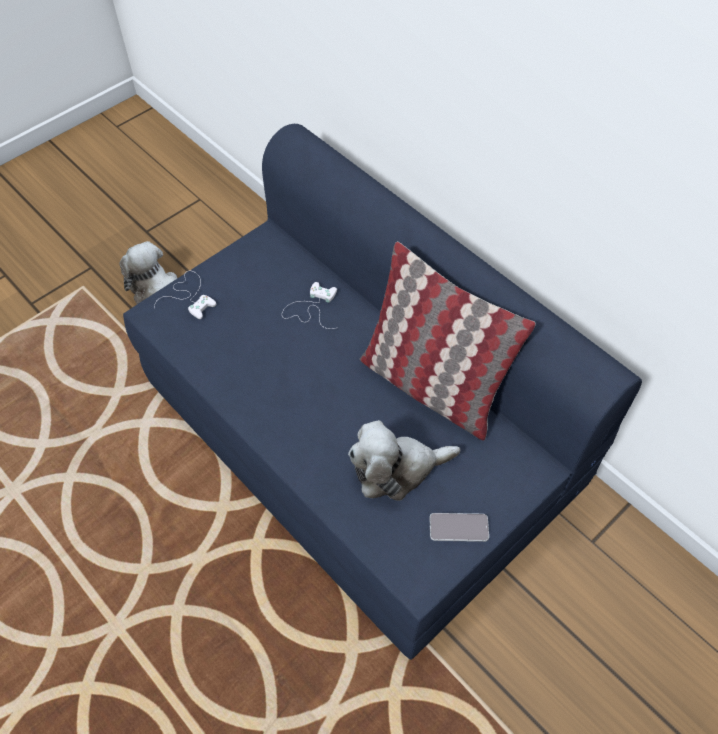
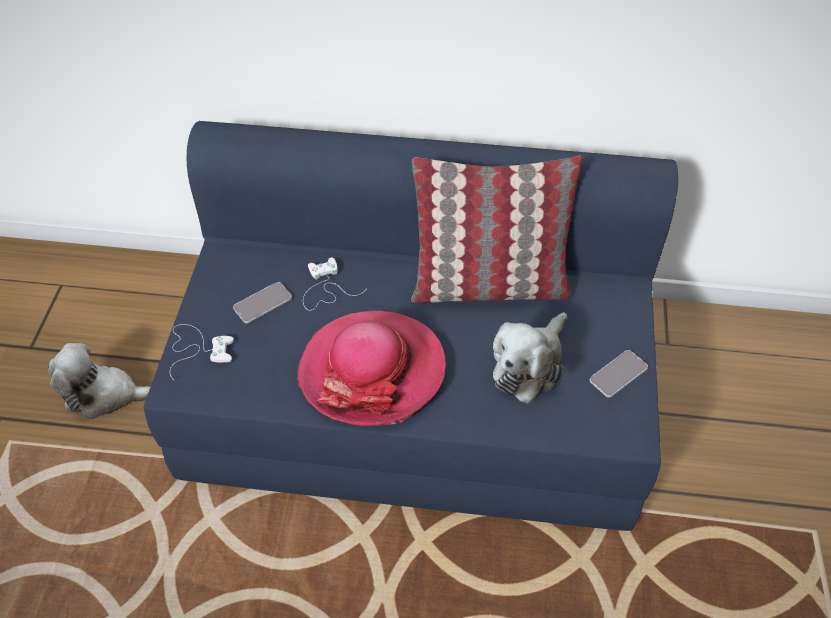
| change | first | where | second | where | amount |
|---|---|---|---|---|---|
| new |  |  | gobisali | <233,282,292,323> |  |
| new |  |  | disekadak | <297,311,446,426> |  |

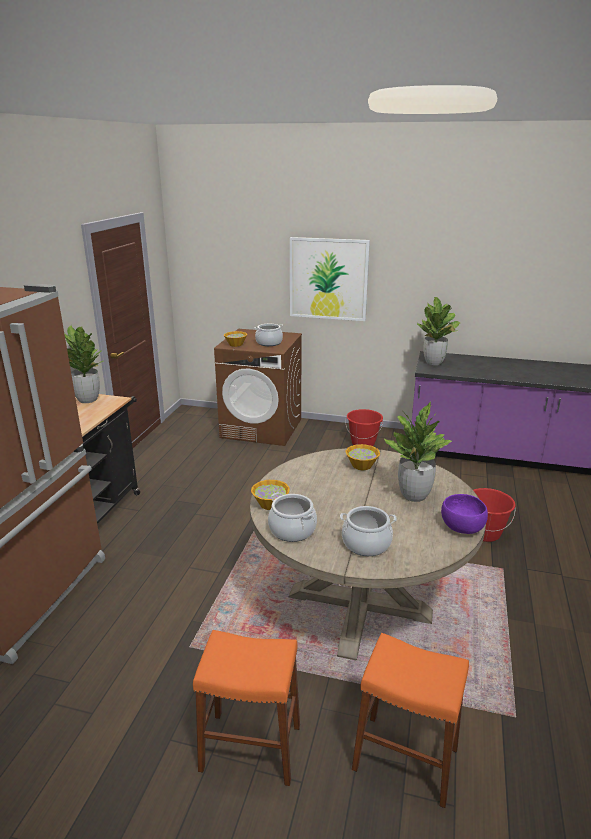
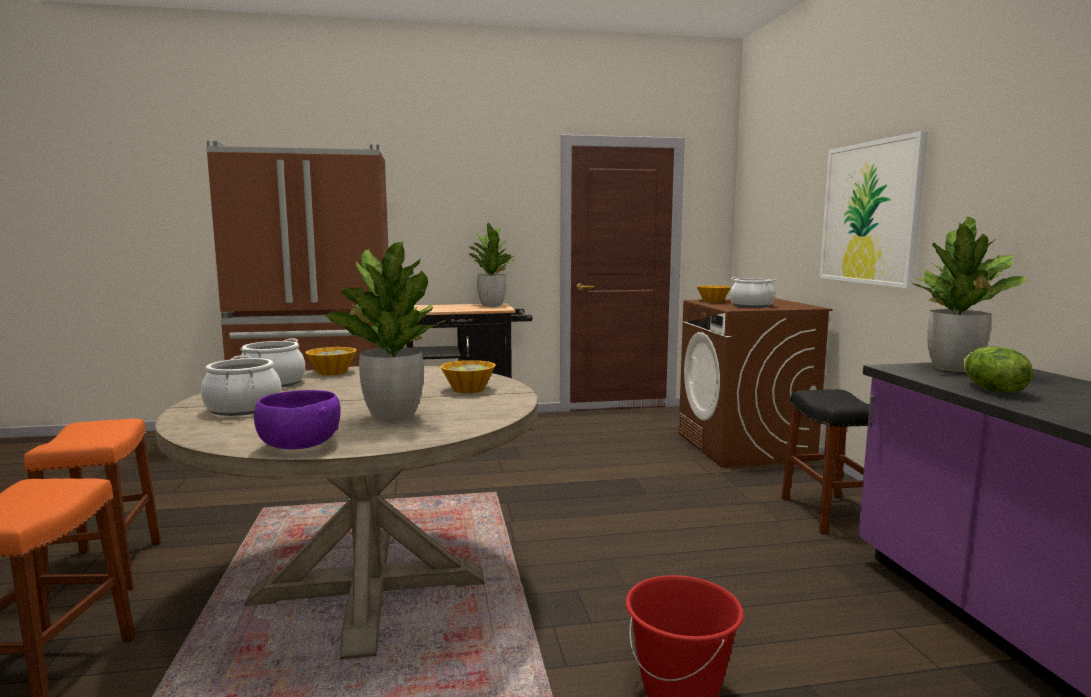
| change | first | where | second | where | amount |
|---|---|---|---|---|---|
| swapped | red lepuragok | <345,409,383,446> | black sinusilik | <781,389,870,534> |  |
| new |  |  | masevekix | <963,346,1033,393> |  |

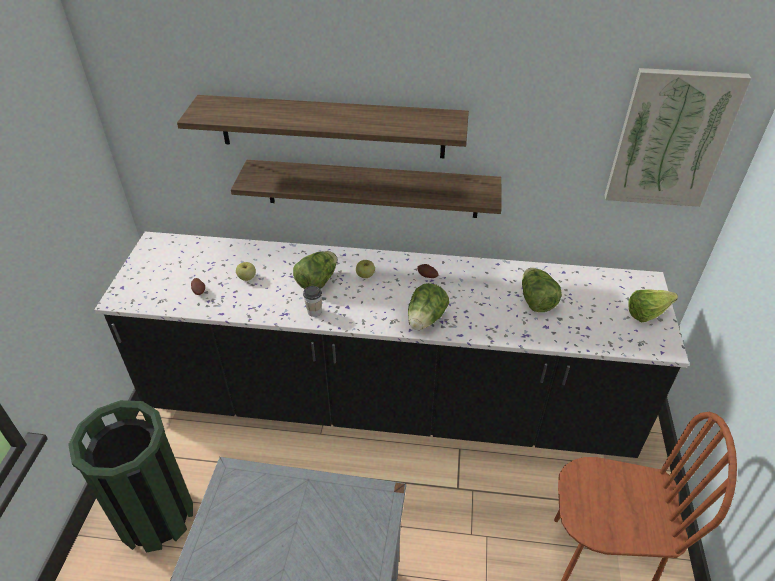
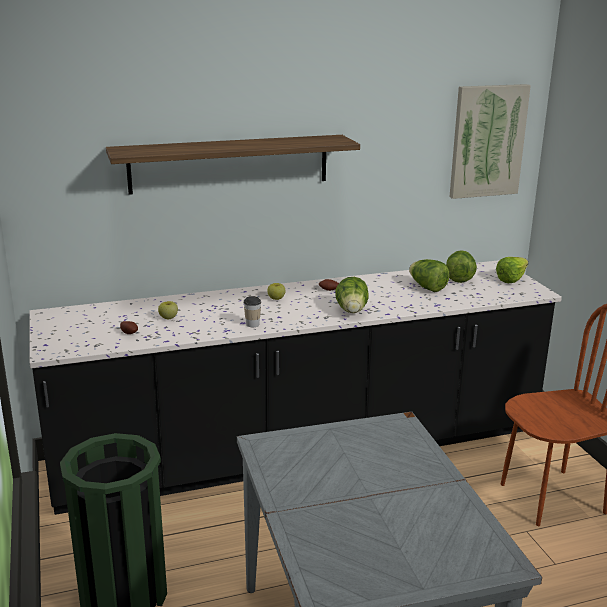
| change | first | where | second | where | amount |
|---|---|---|---|---|---|
| gone | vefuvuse | <231,160,502,218> |  |  |  |
| shifted | masevekix | <293,251,337,289> |  | <446,250,477,283> |  |

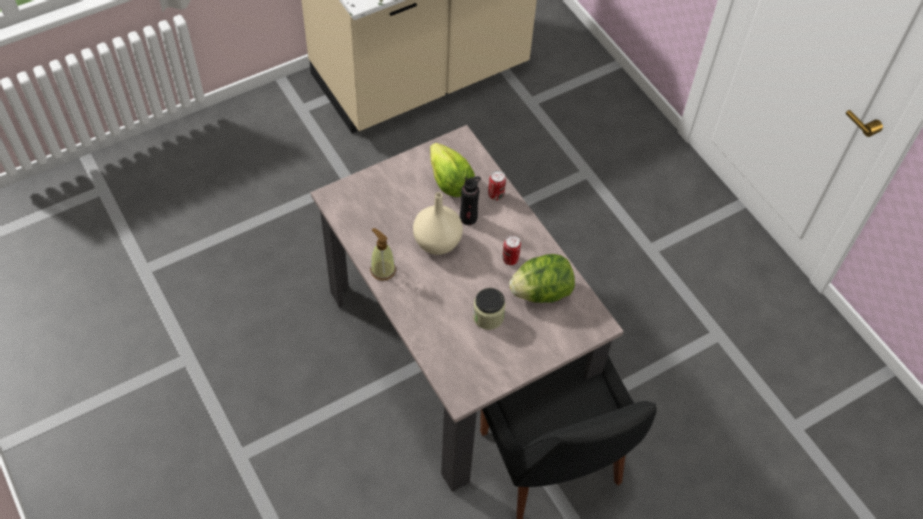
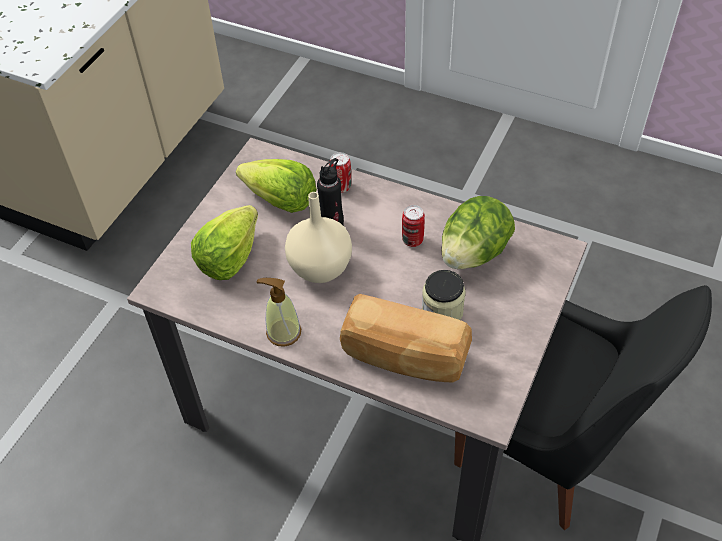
| change | first | where | second | where | amount |
|---|---|---|---|---|---|
| new |  |  | masevekix | <191,205,258,280> |  |
| new |  |  | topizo | <340,294,472,383> |  |

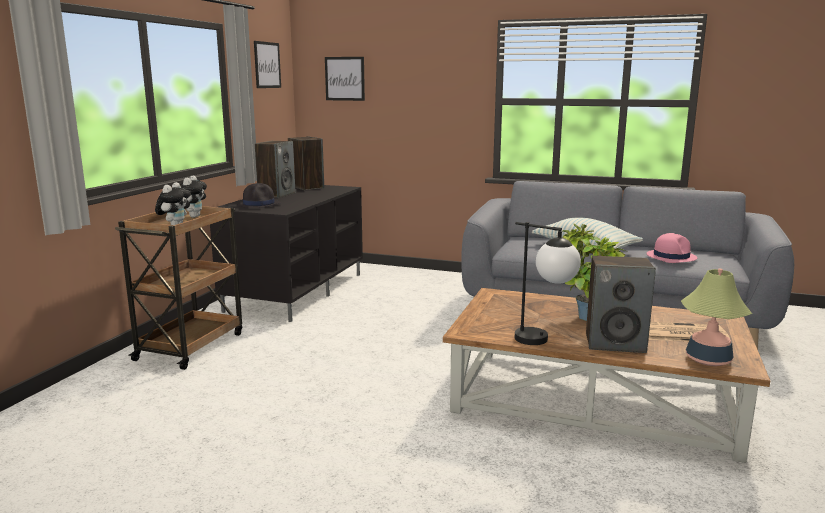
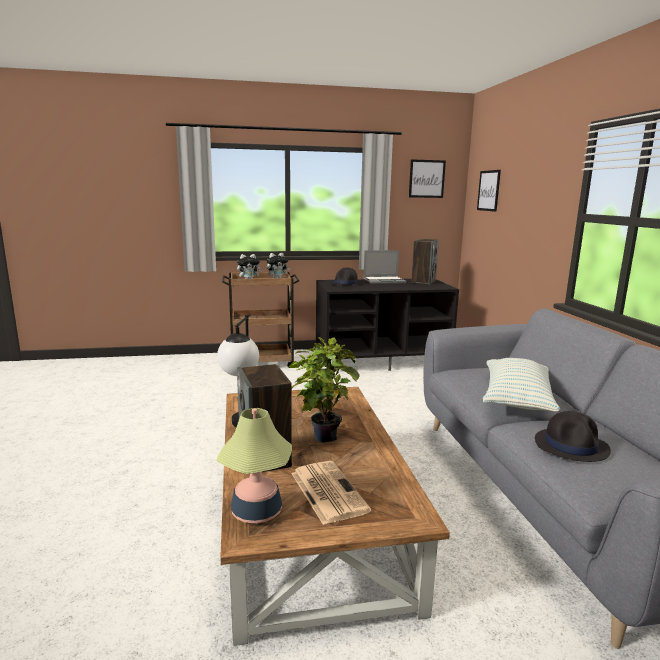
| change | first | where | second | where | amount |
|---|---|---|---|---|---|
| swapped | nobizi | <255,141,295,198> | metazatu | <363,250,407,284> |  |
| repainted | pink disekadak | <647,233,697,263> | black disekadak | <535,411,611,462> |  |

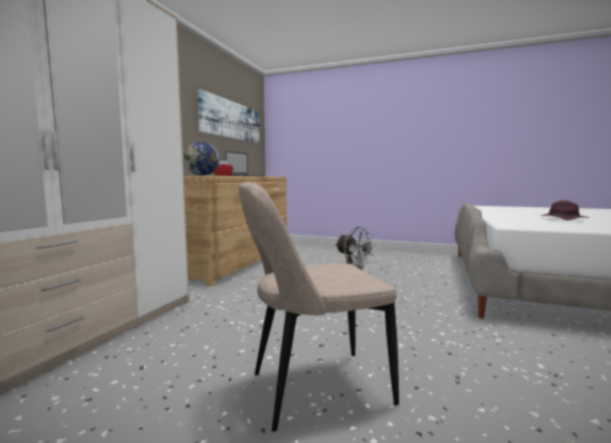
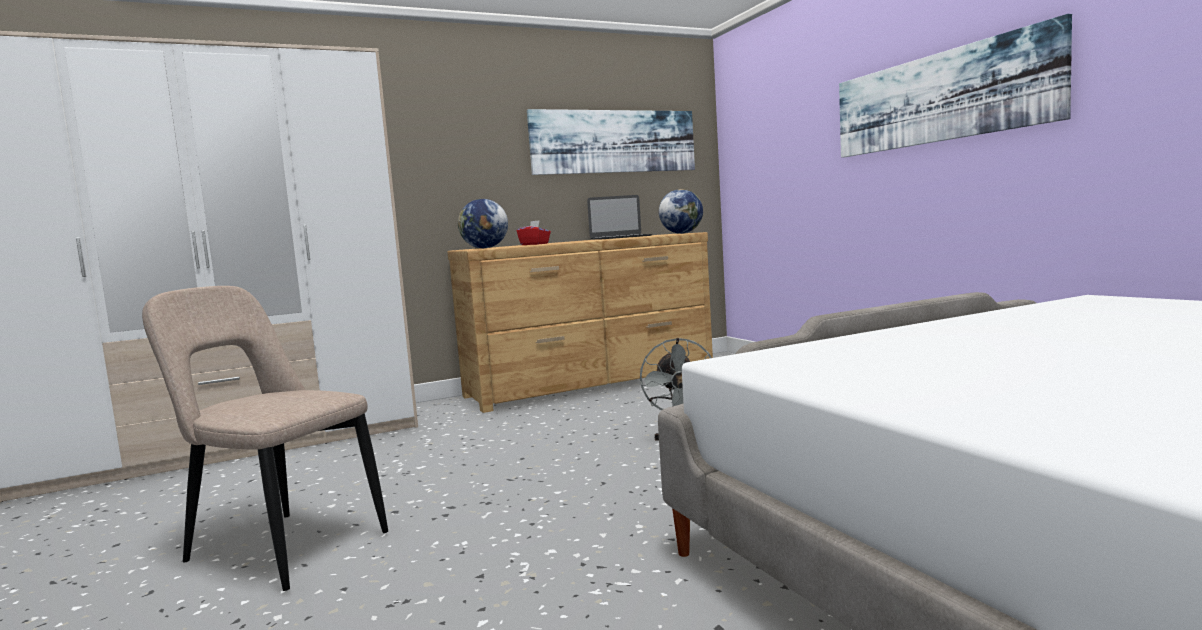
| change | first | where | second | where | amount |
|---|---|---|---|---|---|
| gone | purple disekadak | <540,200,590,220> |  |  |  |
| new |  |  | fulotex | <839,14,1072,157> |  |
| new |  |  | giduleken | <659,189,703,234> |  |

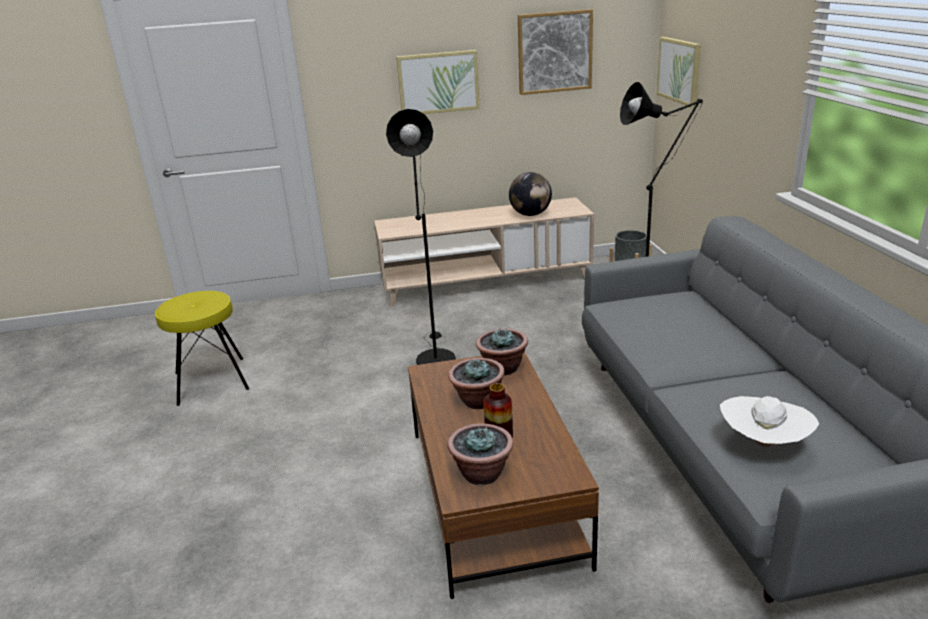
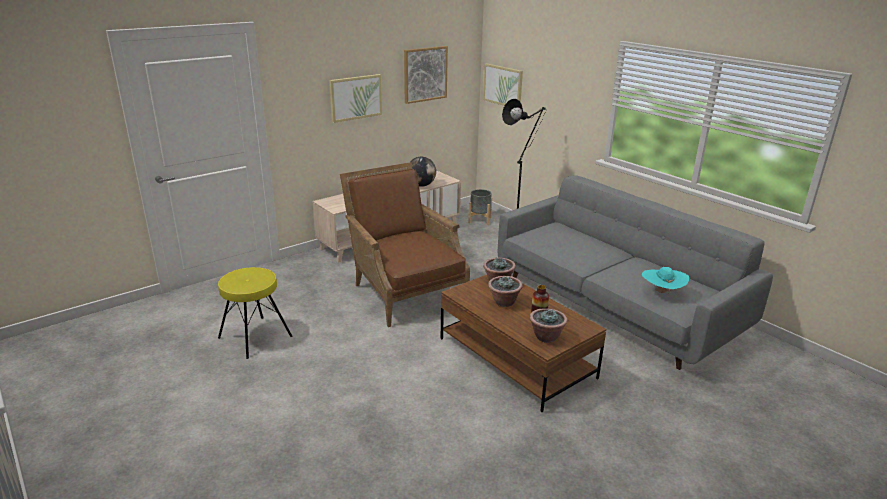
| change | first | where | second | where | amount |
|---|---|---|---|---|---|
| swapped | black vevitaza | <386,109,456,365> | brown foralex | <340,162,470,327> |  |
| repainted | white disekadak | <720,396,819,454> | turquoise disekadak | <642,267,689,294> |  |

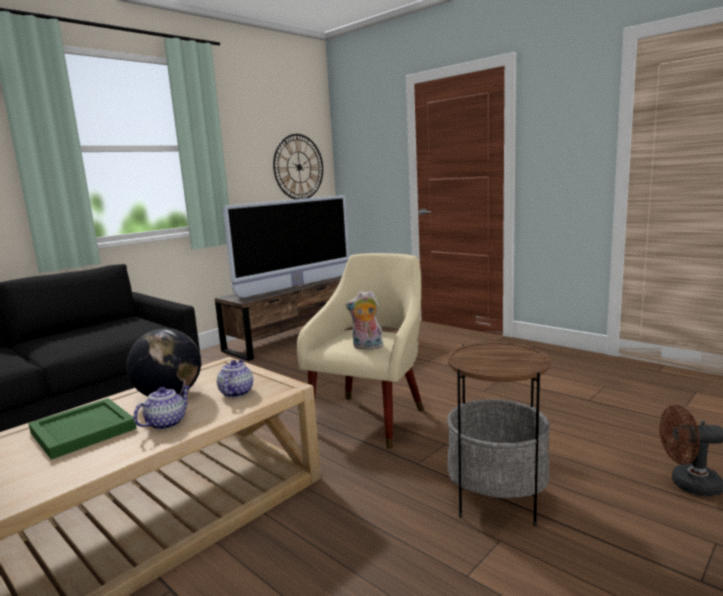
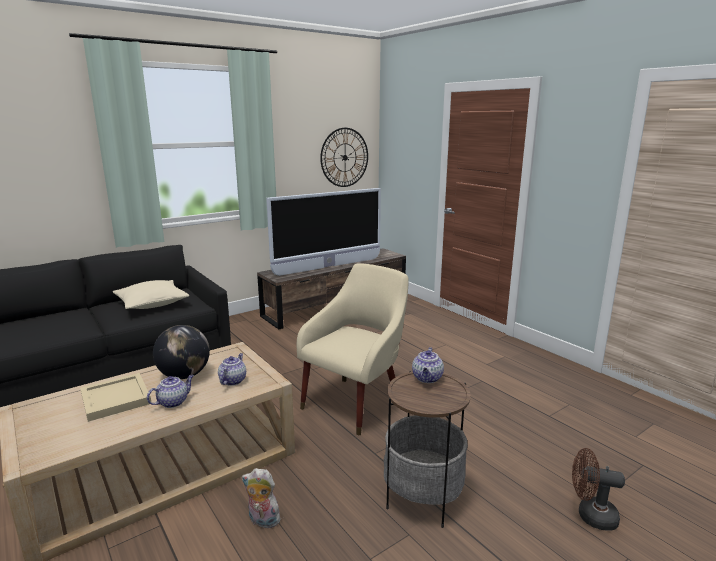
| change | first | where | second | where | amount |
|---|---|---|---|---|---|
| shifted | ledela | <346,291,383,350> |  | <242,468,282,528> |  |
| repainted | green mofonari | <28,398,137,460> | beige mofonari | <80,373,151,422> |  |
| new |  |  | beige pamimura | <113,280,189,309> |  |
| new |  |  | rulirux | <412,347,444,383> |  |

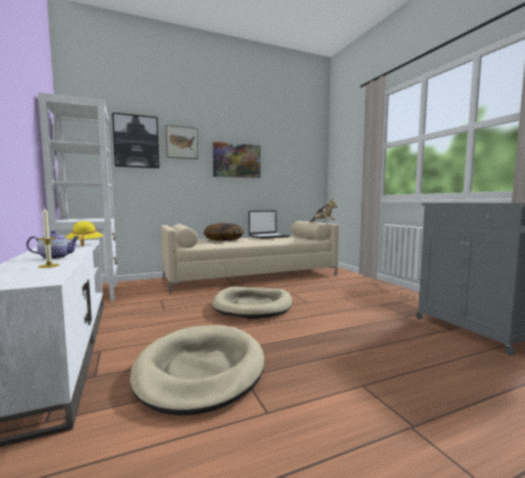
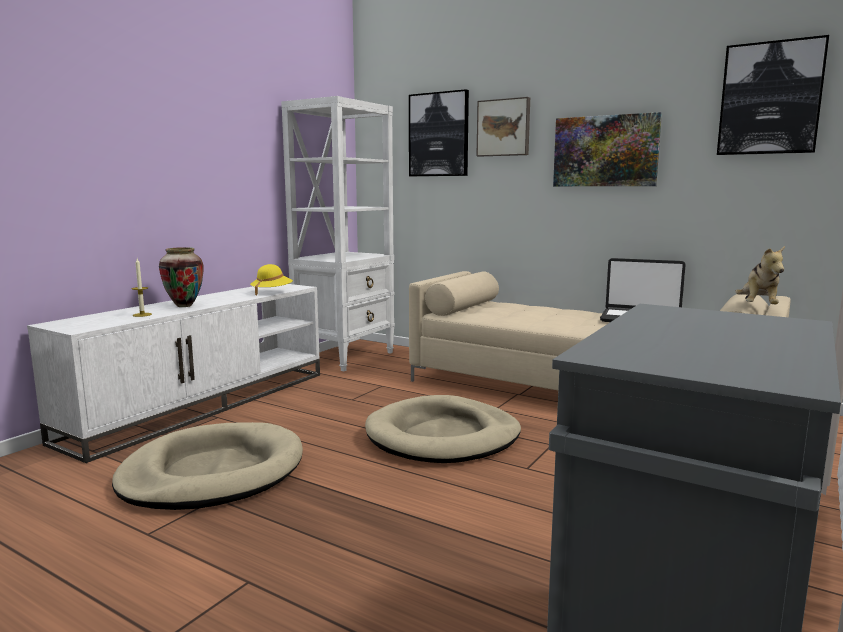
| change | first | where | second | where | amount |
|---|---|---|---|---|---|
| gone | pamimura | <203,223,244,241> |  |  |  |
| swapped | rulirux | <26,230,79,259> | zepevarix | <159,247,204,307> |  |
| new |  |  | fulotex | <717,35,829,155> |  |

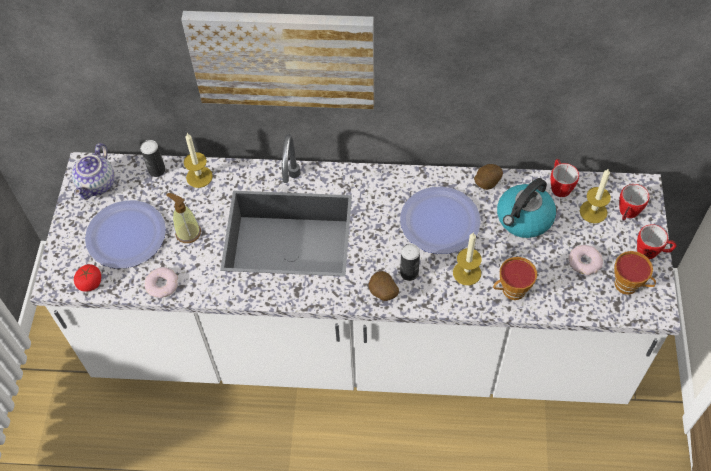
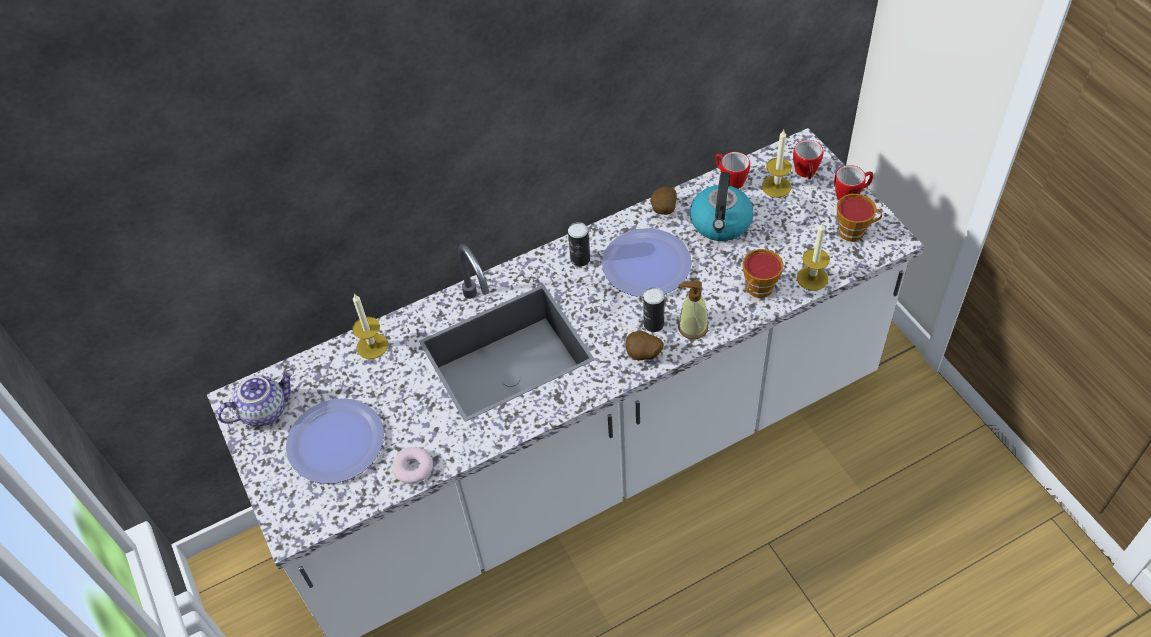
| change | first | where | second | where | amount |
|---|---|---|---|---|---|
| gone | fulotex | <181,11,374,109> |  |  |  |
| shifted | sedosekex | <140,140,166,177> |  | <568,222,590,267> |  |
| rotated | rulirux | <72,143,114,199> |  | <217,370,294,427> | 105 degrees counterclockwise |
| shifted | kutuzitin | <166,193,201,243> |  | <678,281,708,340> |  |
| shifted | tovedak | <453,232,482,285> |  | <797,223,830,291> |  |
| gone | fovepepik | <569,245,603,275> |  |  |  |
| gone | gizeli | <74,264,101,292> |  |  |  |

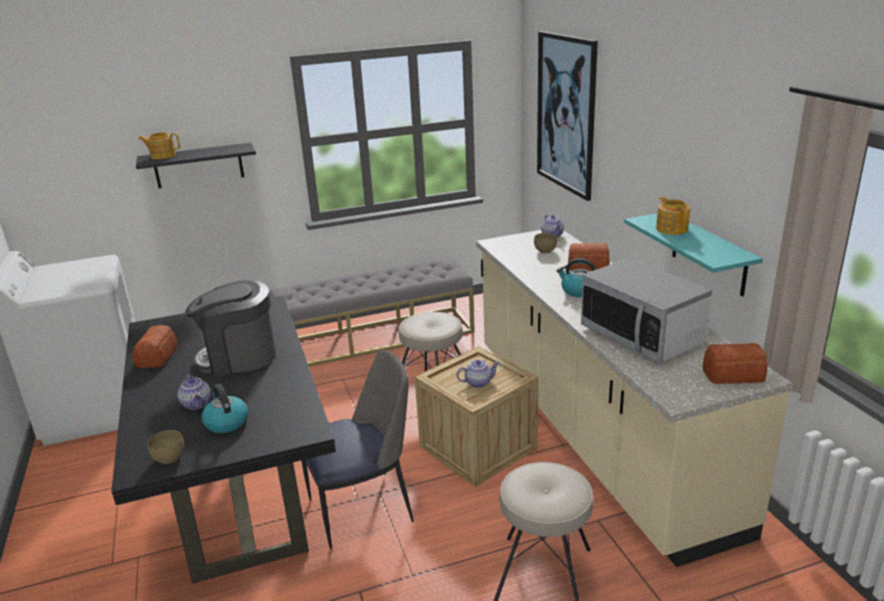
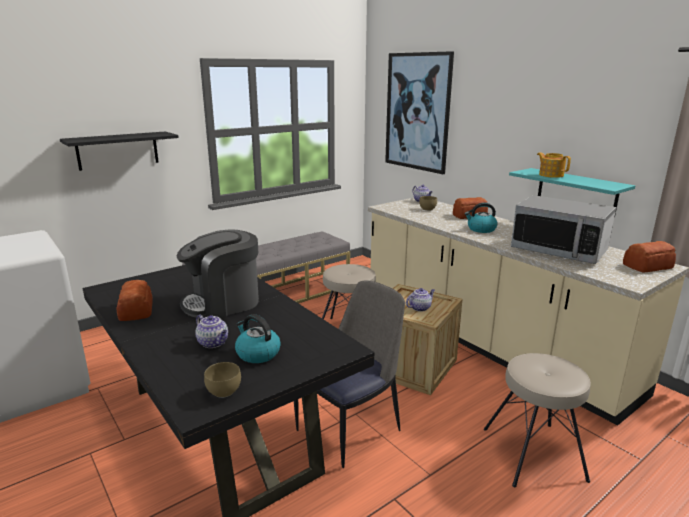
| change | first | where | second | where | amount |
|---|---|---|---|---|---|
| gone | rulirux | <138,132,180,159> |  |  |  |

